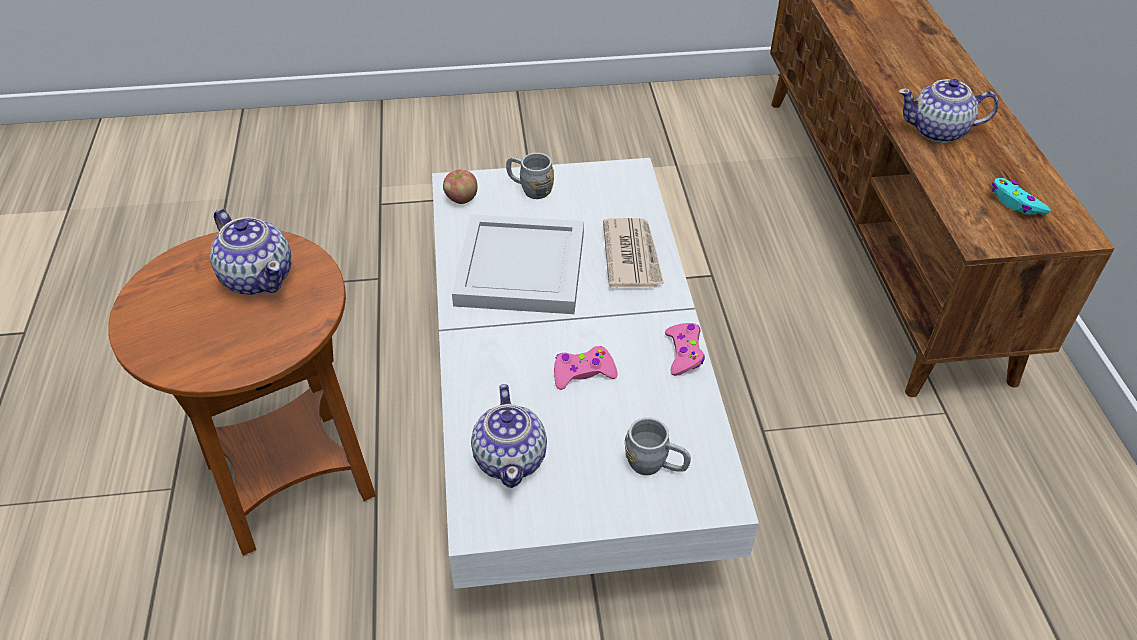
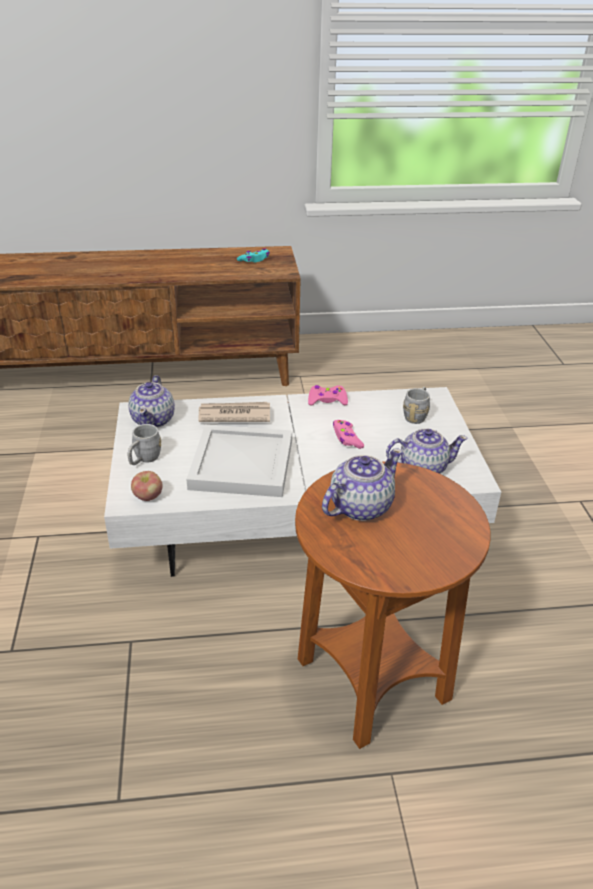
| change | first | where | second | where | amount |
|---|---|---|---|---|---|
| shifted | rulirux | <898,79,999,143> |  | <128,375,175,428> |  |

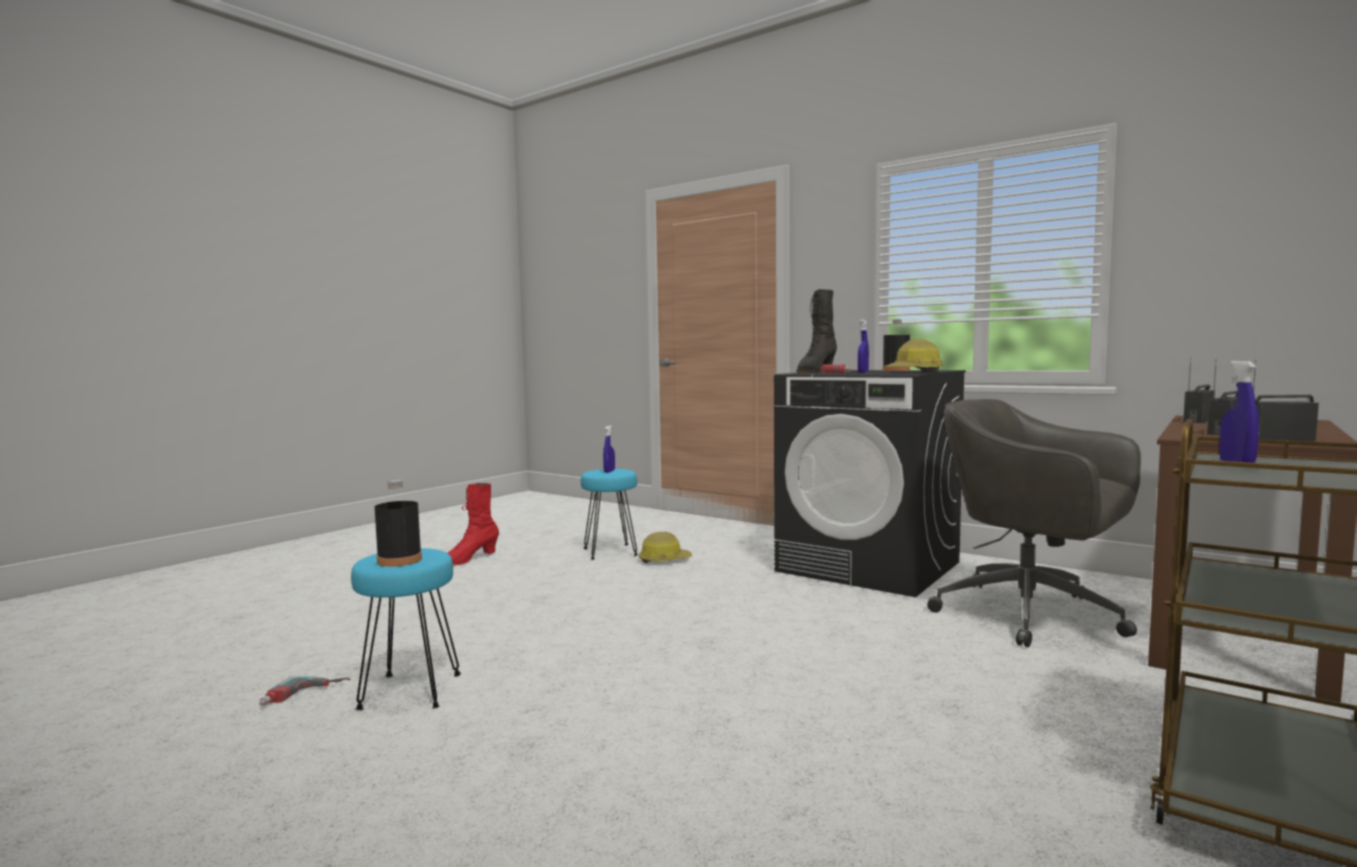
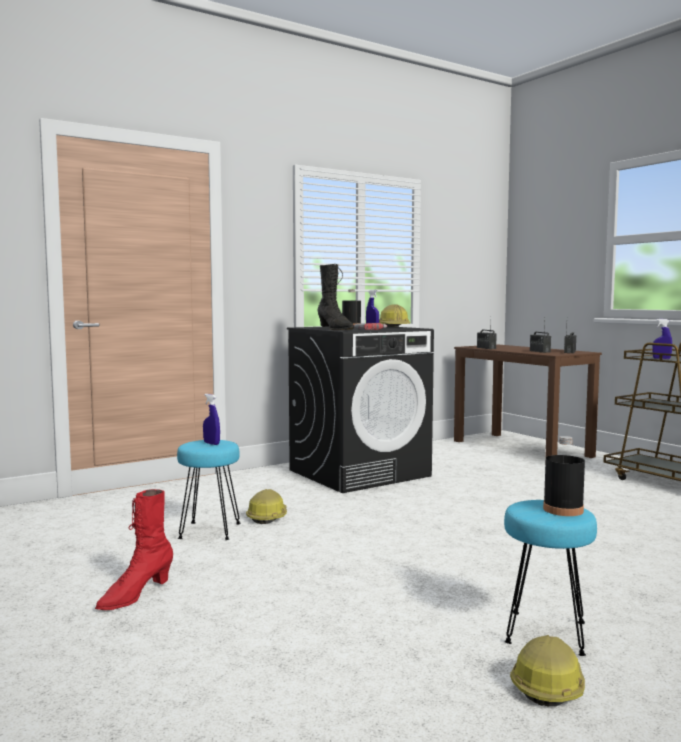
| change | first | where | second | where | amount |
|---|---|---|---|---|---|
| gone | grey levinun | <927,399,1141,647> |  |  |  |
| rotated | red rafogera | <448,483,499,565> |  | <95,489,173,610> | 60 degrees clockwise |
| swapped | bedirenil | <259,676,350,706> | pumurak | <510,635,585,707> |  |

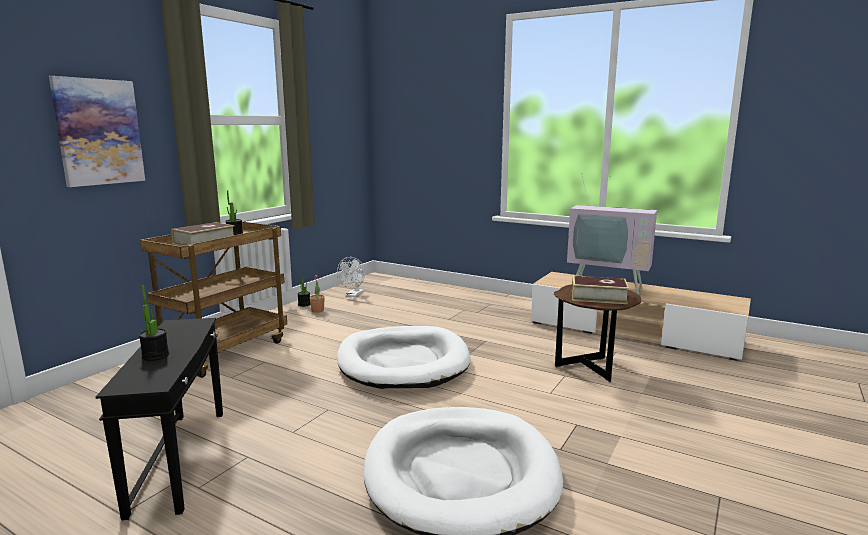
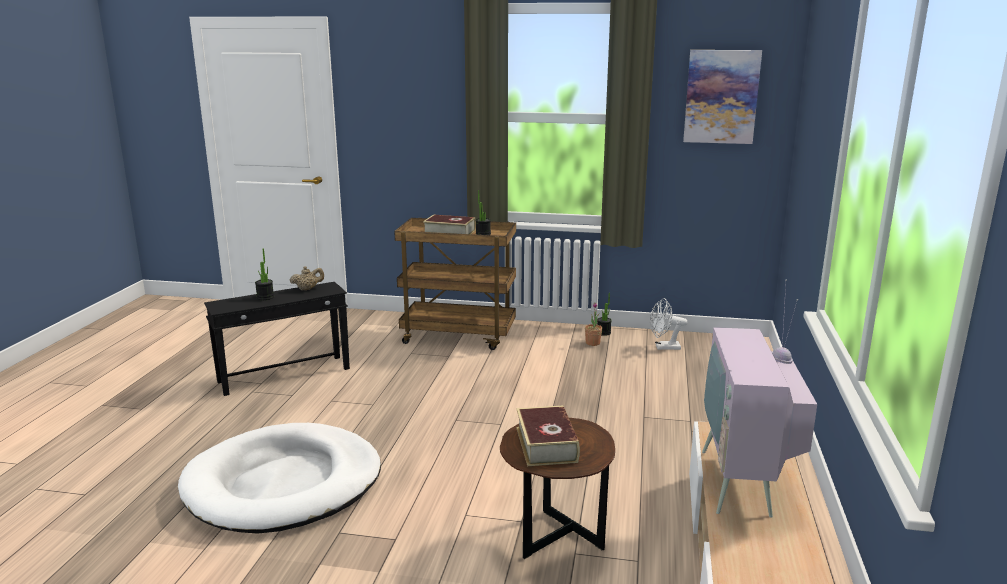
| change | first | where | second | where | amount |
|---|---|---|---|---|---|
| shifted | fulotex | <49,76,145,187> |  | <683,50,762,144> |  |
| gone | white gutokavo | <337,326,471,389> |  |  |  |
| new |  |  | beige rulirux | <289,266,324,290> |  |

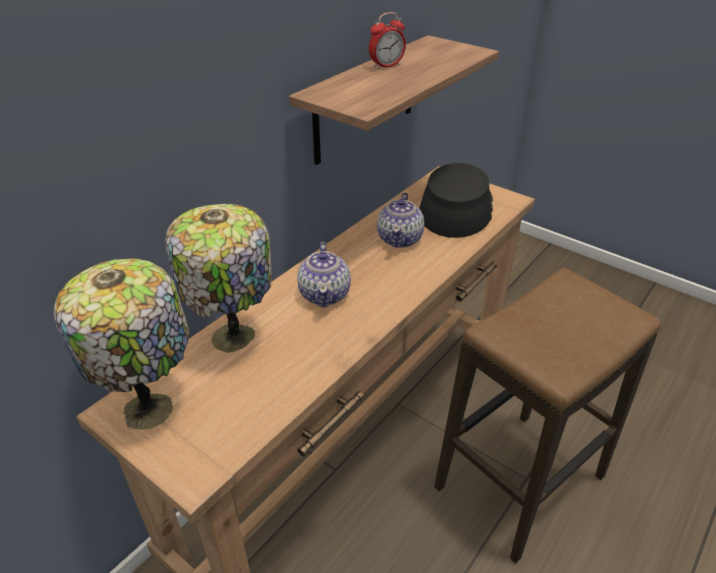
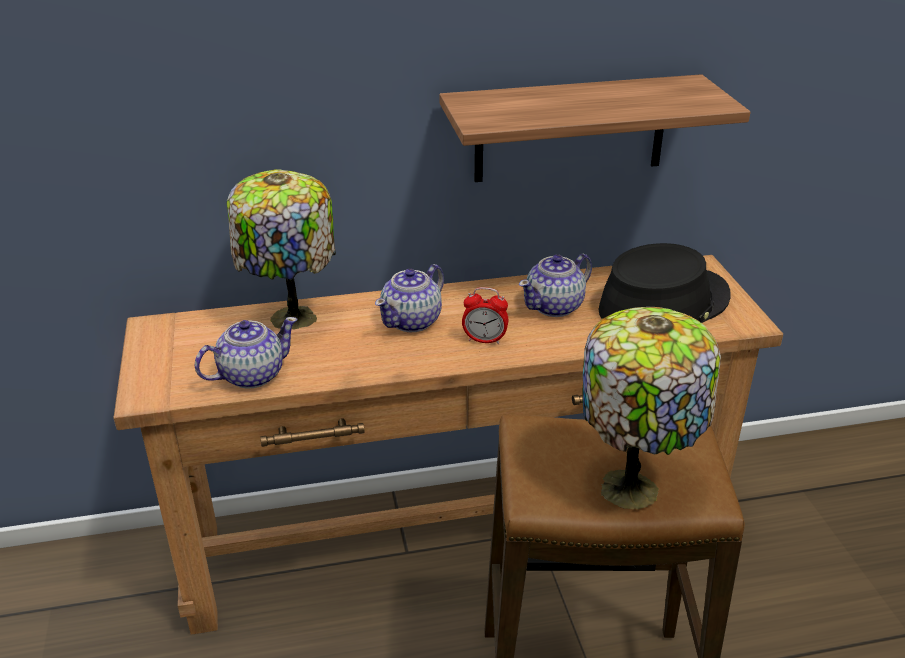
| change | first | where | second | where | amount |
|---|---|---|---|---|---|
| shifted | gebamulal | <369,12,406,69> |  | <462,287,508,344> |  |
| shifted | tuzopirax | <54,259,190,430> |  | <582,307,721,509> |  |
| new |  |  | rulirux | <194,317,298,389> |  |

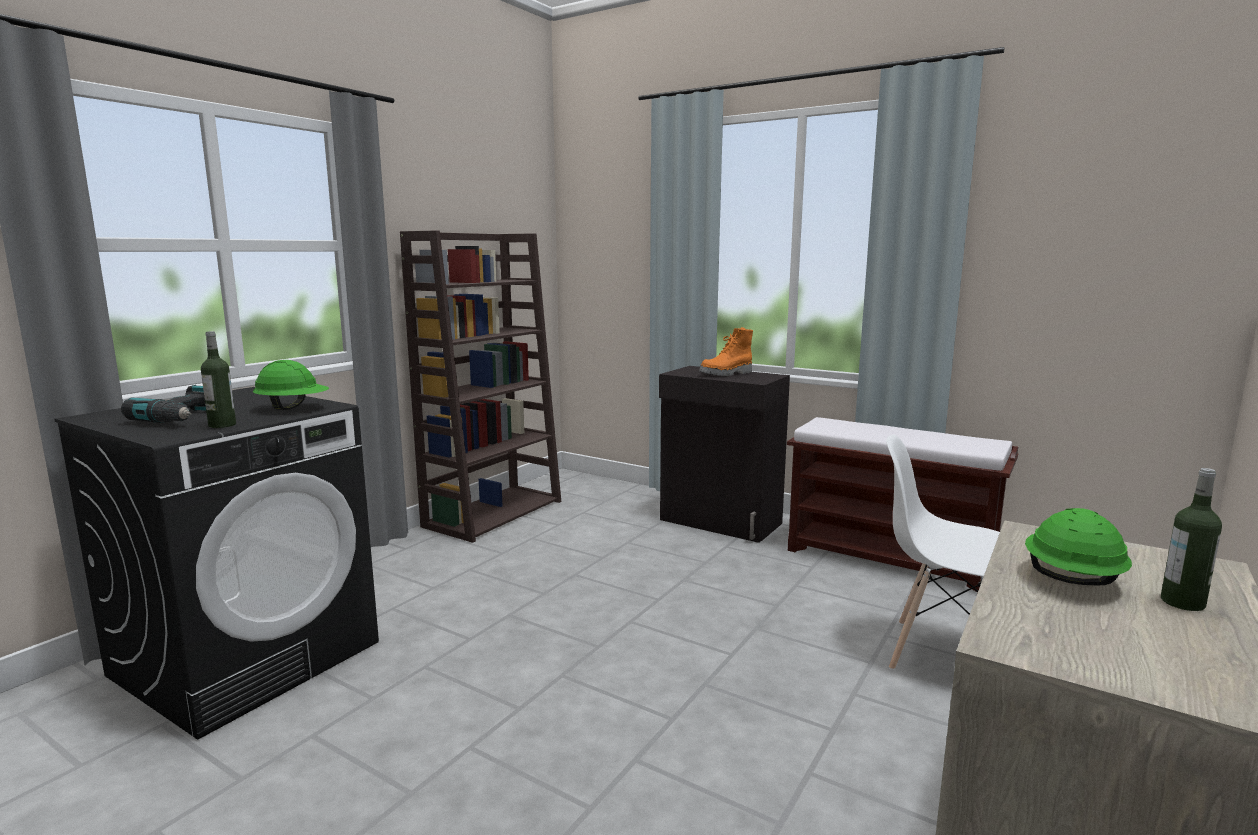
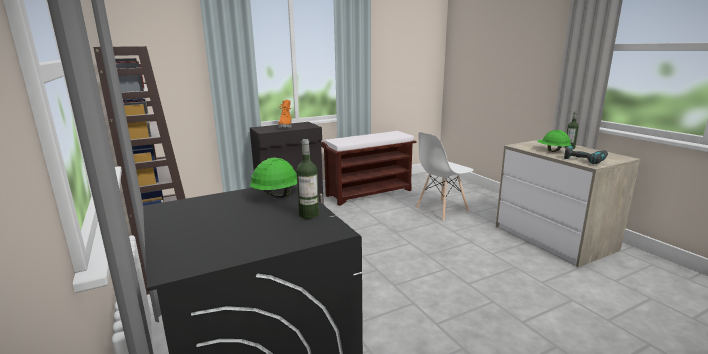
| change | first | where | second | where | amount |
|---|---|---|---|---|---|
| shifted | bedirenil | <121,385,206,423> |  | <564,146,608,164> |  |

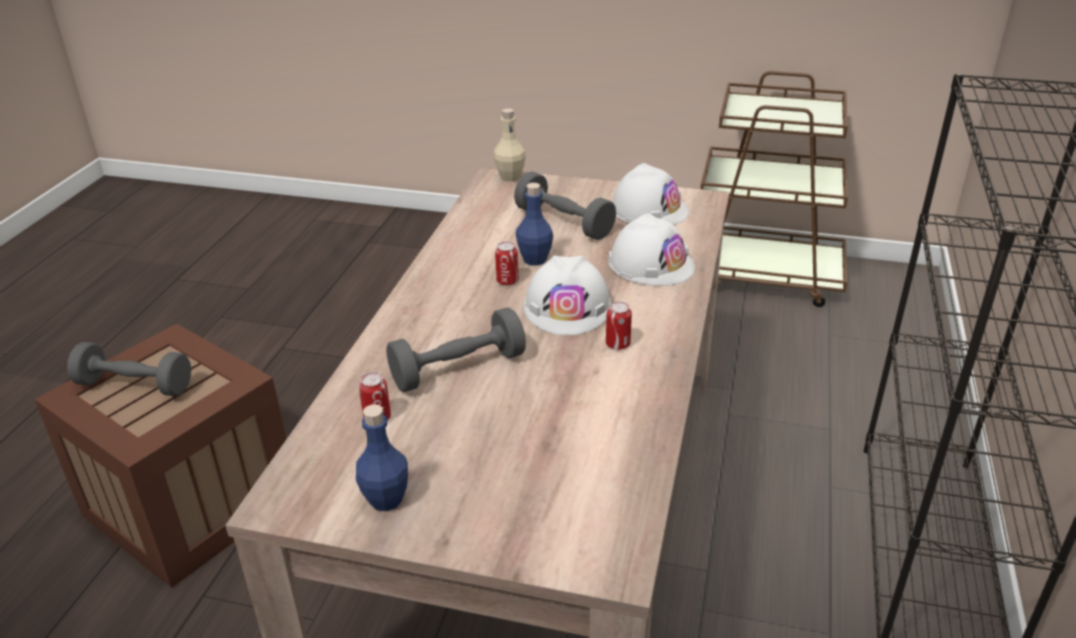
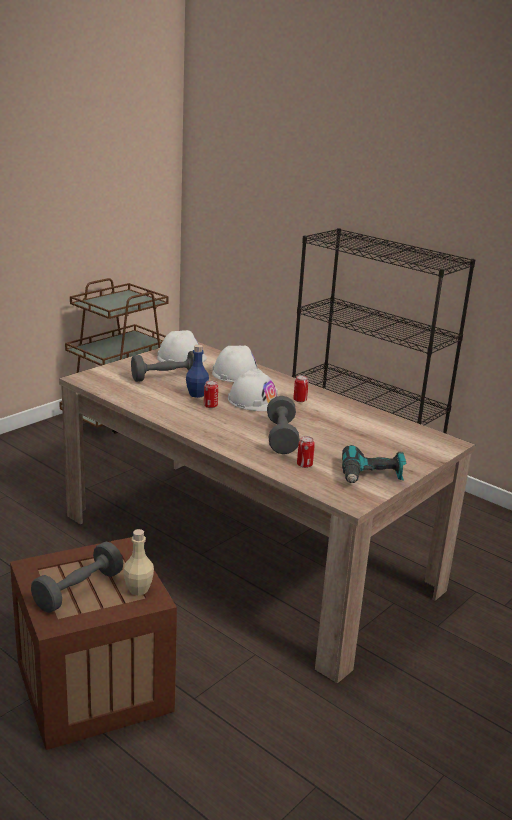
| change | first | where | second | where | amount |
|---|---|---|---|---|---|
| shifted | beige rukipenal | <493,109,526,182> |  | <123,529,154,595> |  |
| swapped | blue rukipenal | <356,404,408,511> | bedirenil | <342,445,407,483> |  |

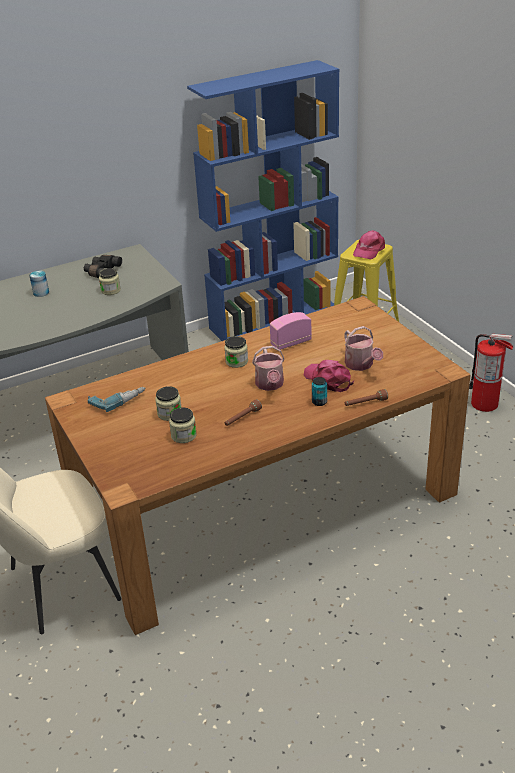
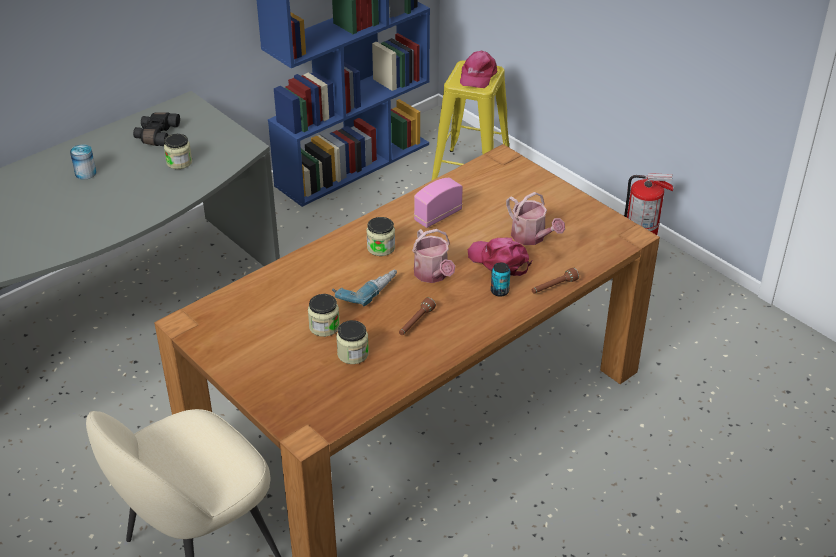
| change | first | where | second | where | amount |
|---|---|---|---|---|---|
| shifted | bedirenil | <88,387,145,412> |  | <332,270,397,306> |  |

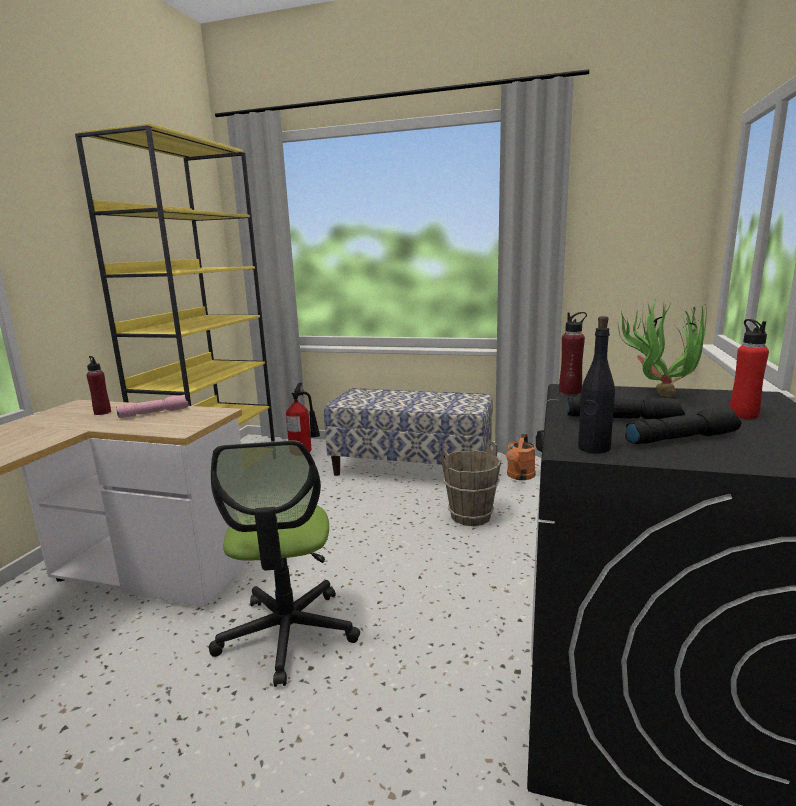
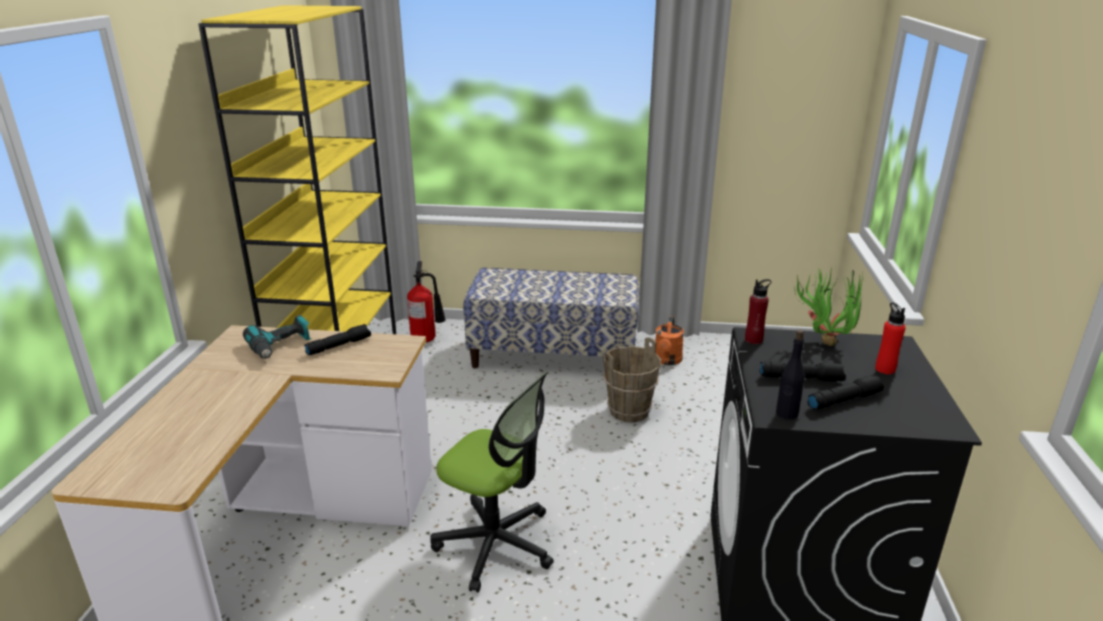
| change | first | where | second | where | amount |
|---|---|---|---|---|---|
| swapped | red rukipenal | <86,356,111,415> | bedirenil | <243,315,311,359> |  |
| repainted | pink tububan | <116,395,189,418> | black tububan | <304,324,371,355> |  |
| rotated | levinun | <209,440,360,687> |  | <430,372,554,592> | 45 degrees counterclockwise |

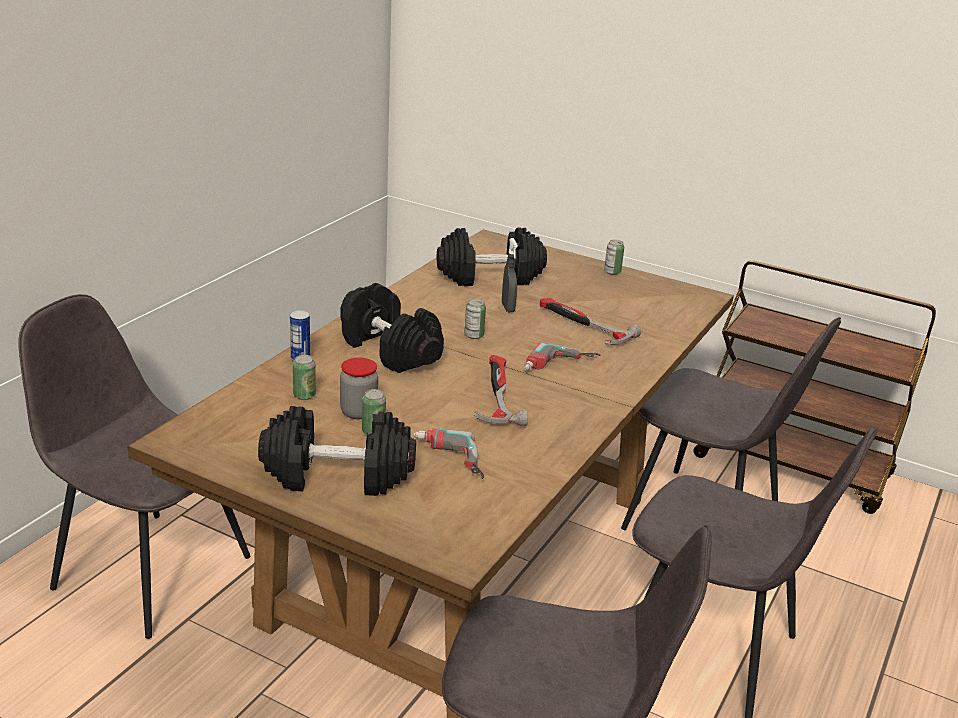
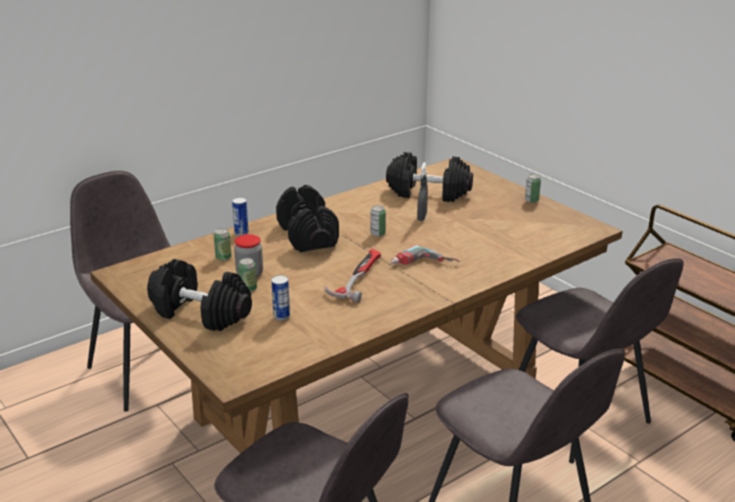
| change | first | where | second | where | amount |
|---|---|---|---|---|---|
| gone | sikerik | <540,298,641,345> |  |  |  |
| swapped | bedirenil | <413,428,484,479> | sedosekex | <271,275,290,321> |  |

